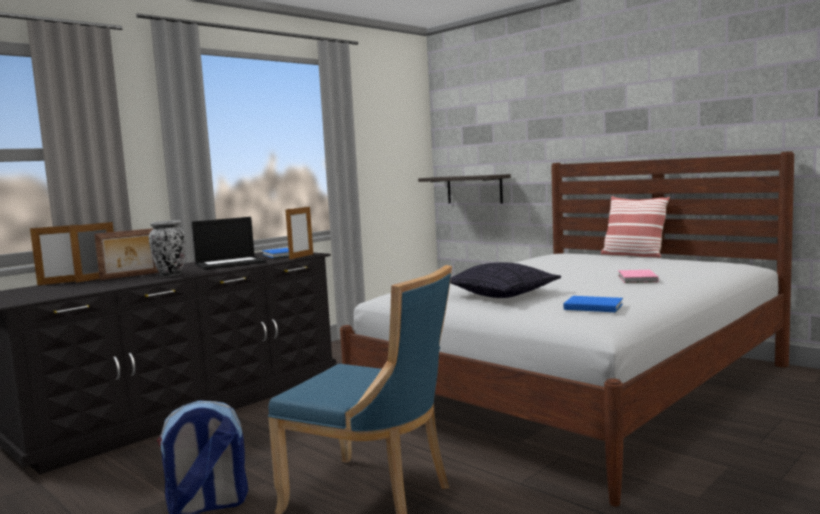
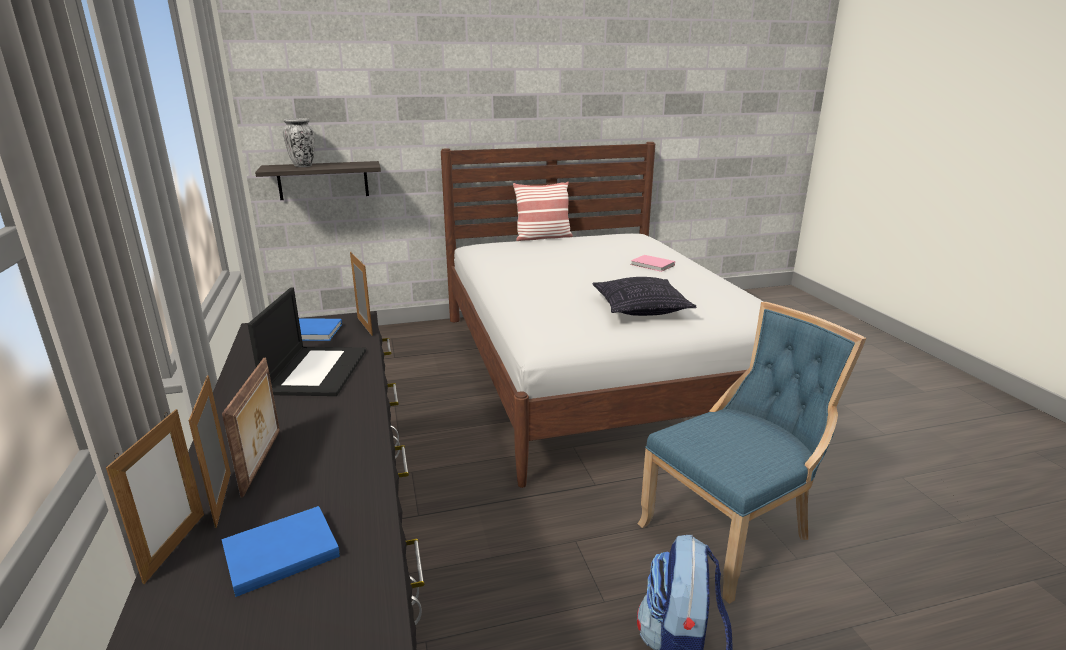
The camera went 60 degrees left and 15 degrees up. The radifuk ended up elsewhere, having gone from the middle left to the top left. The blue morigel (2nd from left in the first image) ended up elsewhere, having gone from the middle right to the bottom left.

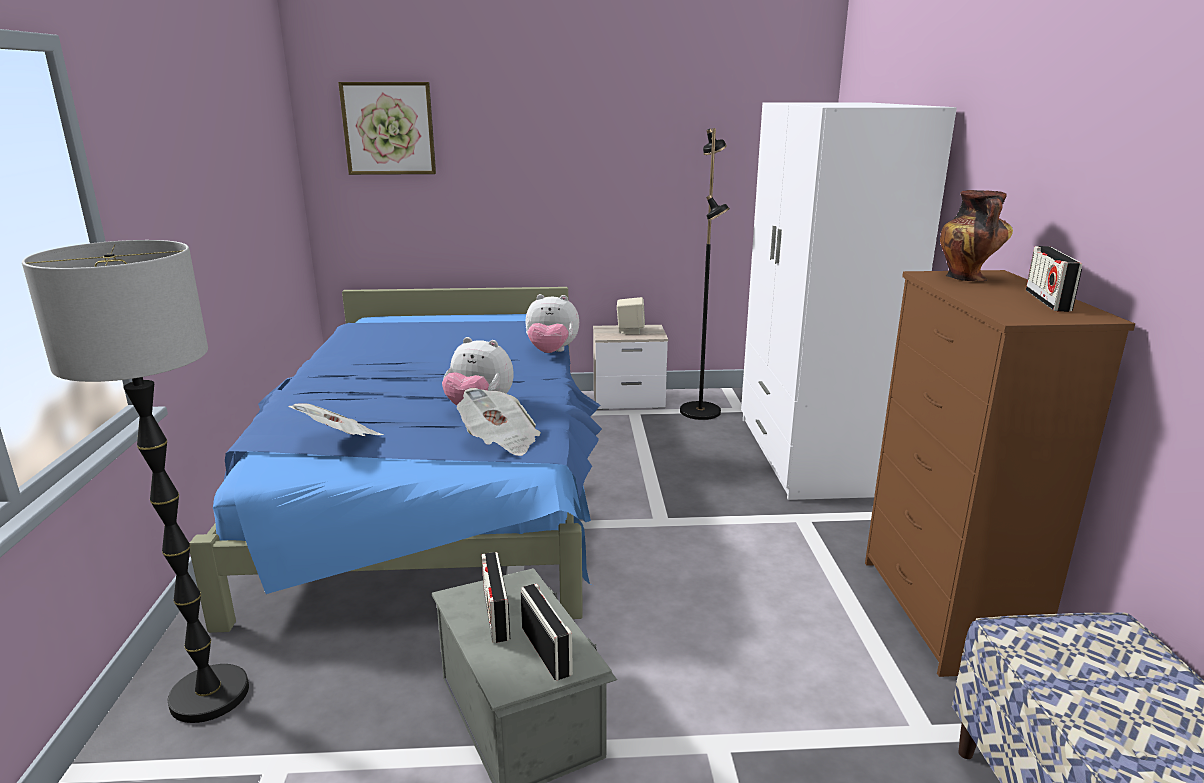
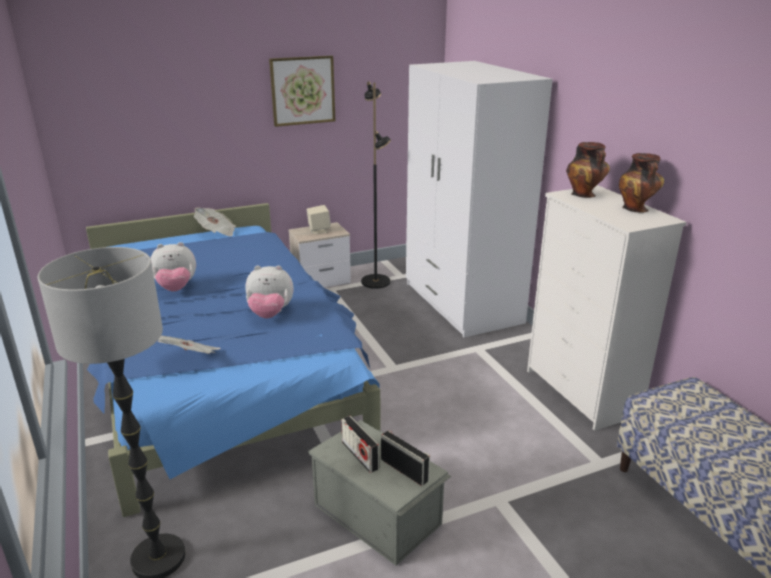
The camera went 20 degrees left and 5 degrees up. The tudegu ended up elsewhere, having gone from the top left to the top centre. The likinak (2nd from left) ended up elsewhere, having gone from the centre to the middle left. The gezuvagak (2nd from left in the first image) ended up elsewhere, having gone from the centre to the middle left. Where the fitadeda (3rd from left) stood at the middle right, the radifuk (2nd from left) came to stand at the top right. What was the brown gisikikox at the middle right turned into the white gisikikox at the middle right.

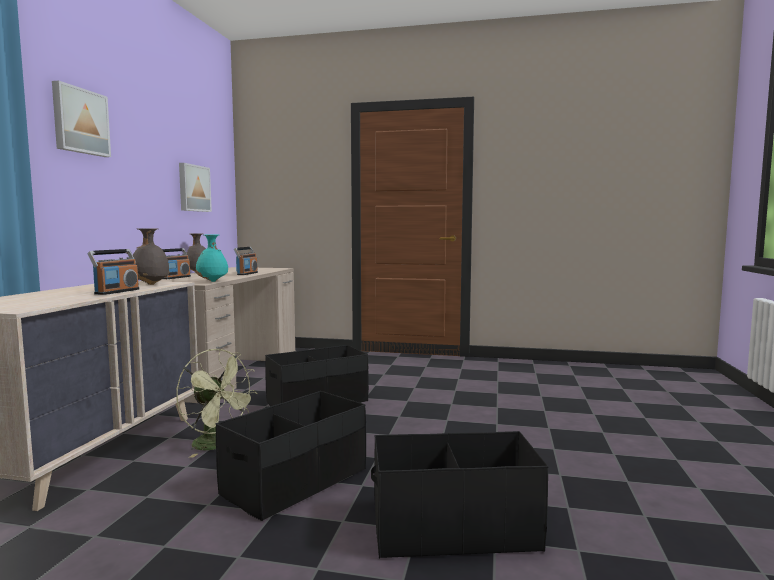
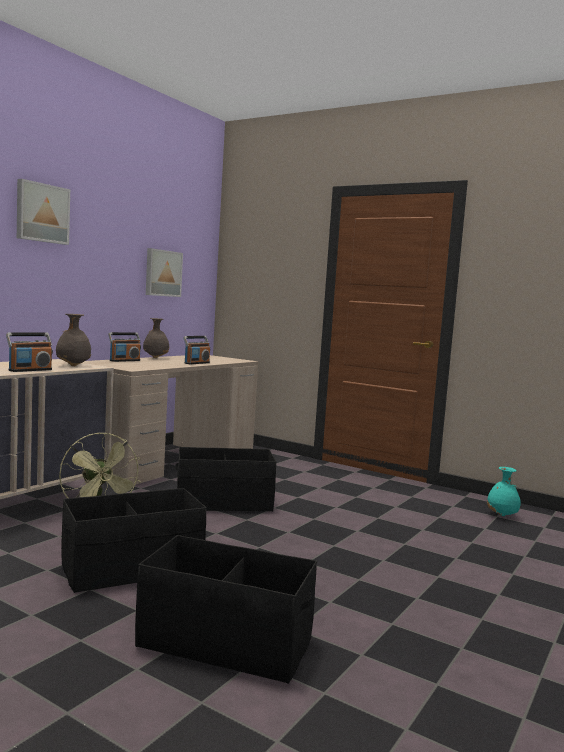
The camera went 20 degrees right and 0 degrees up. The turquoise radifuk ended up elsewhere, having gone from the middle left to the middle right.

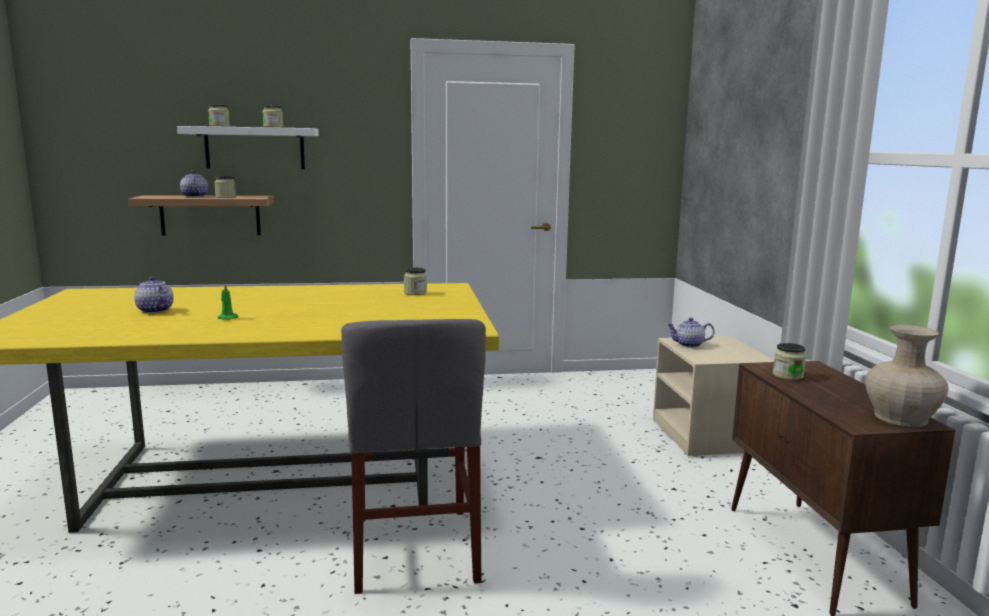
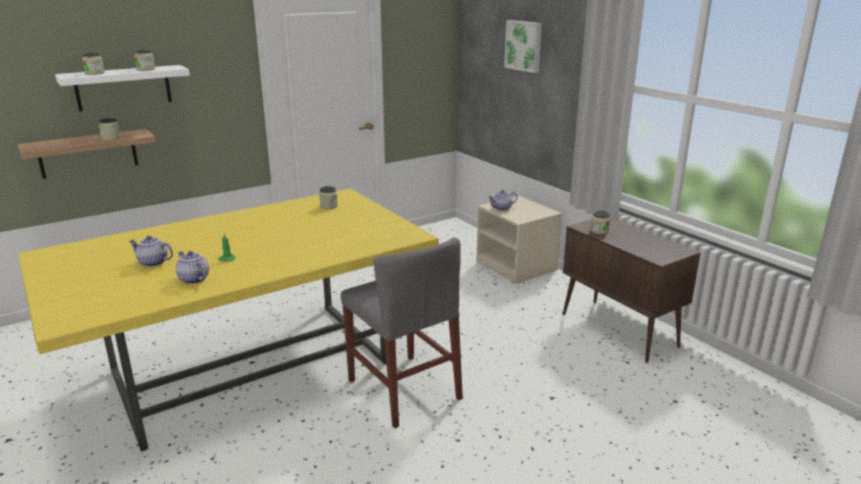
The camera went 25 degrees left and 10 degrees up. The second view lost the beige radifuk at the middle right. The second view gained the tudegu at the top centre. The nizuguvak (2nd from left) ended up elsewhere, having gone from the top left to the middle left.

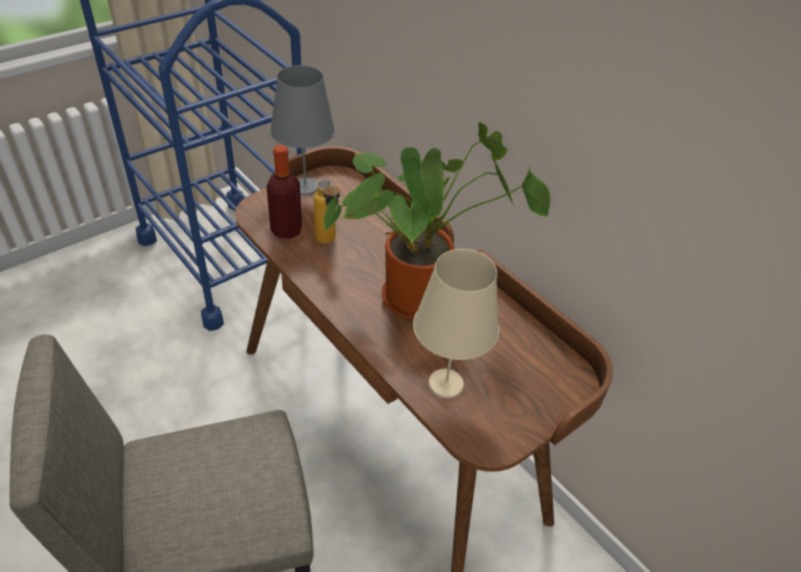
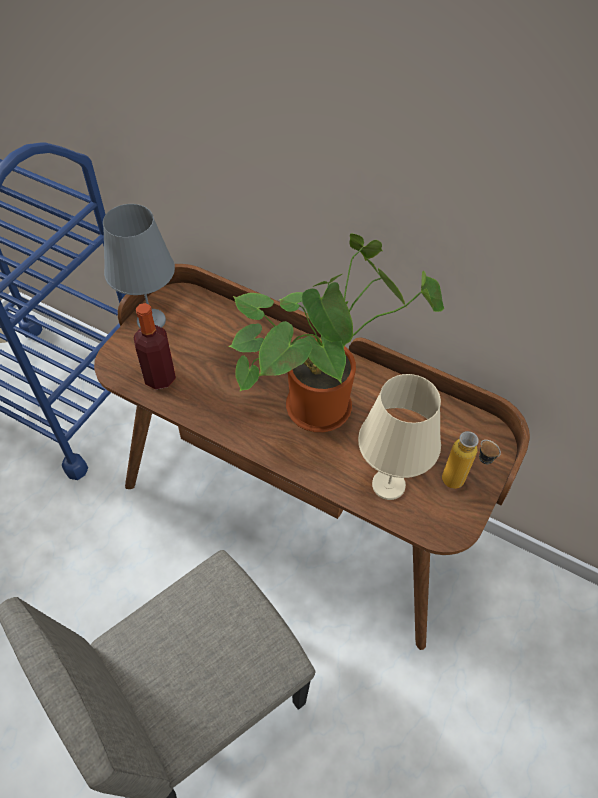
The camera went 20 degrees left and 10 degrees up. The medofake (2nd from left) ended up elsewhere, having gone from the centre to the middle right.

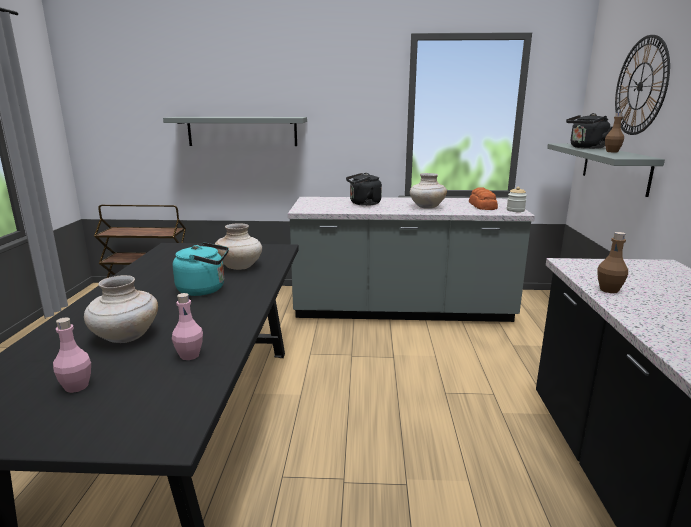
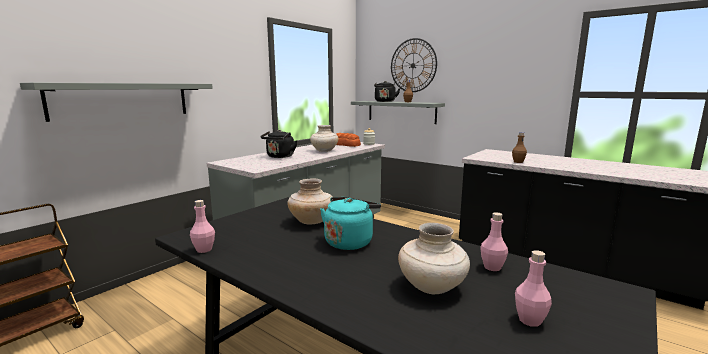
The camera went 55 degrees left and 5 degrees down. The second view gained the pink medofake (1st from left) at the middle left.

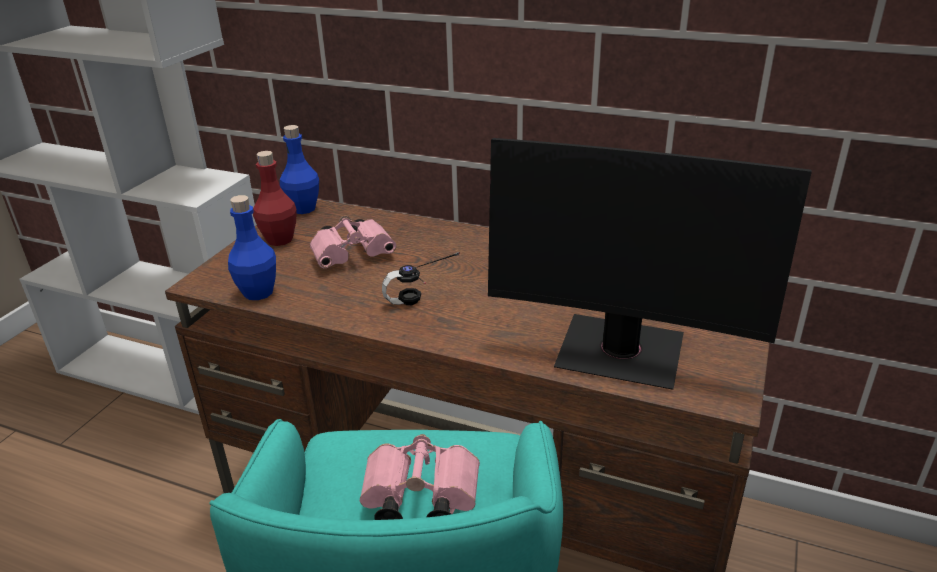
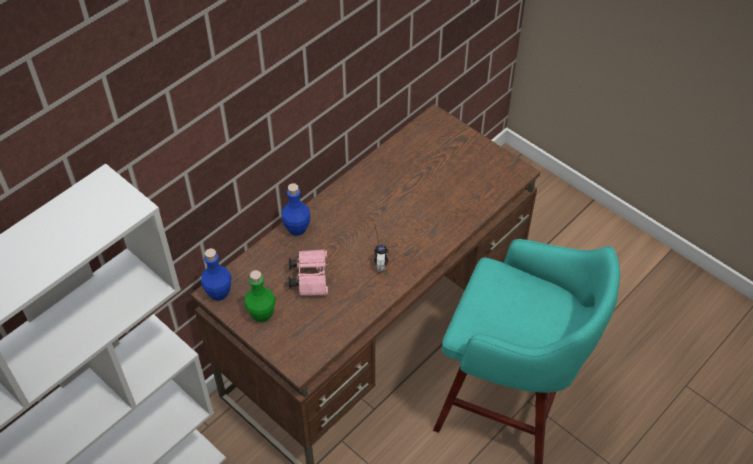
The camera went 70 degrees left and 20 degrees up. The second view lost the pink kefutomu (2nd from left) at the bottom centre. The second view lost the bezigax at the middle right. The blue medofake (1st from left in the first image) ended up elsewhere, having gone from the middle left to the centre. What was the red medofake at the middle left turned into the green medofake at the centre.

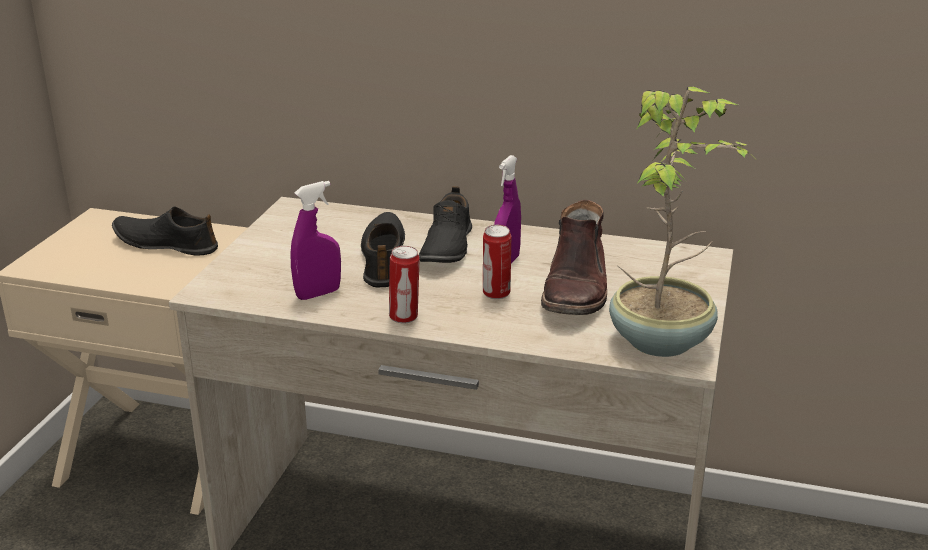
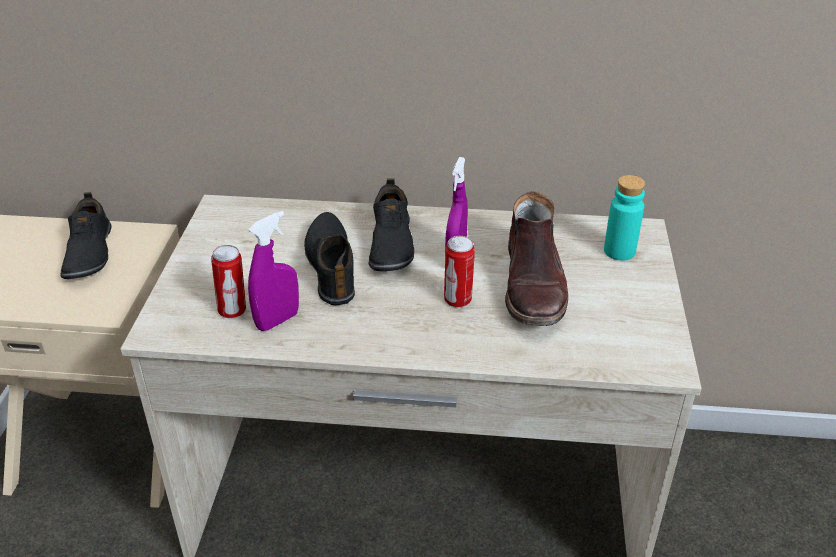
The camera went 10 degrees left and 10 degrees up. The second view lost the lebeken at the middle right. The second view gained the turquoise medofake at the middle right. The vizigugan (1st from left) ended up elsewhere, having gone from the centre to the middle left. The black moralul (1st from left) at the middle left ended up facing another way, 105 degrees counterclockwise from before.

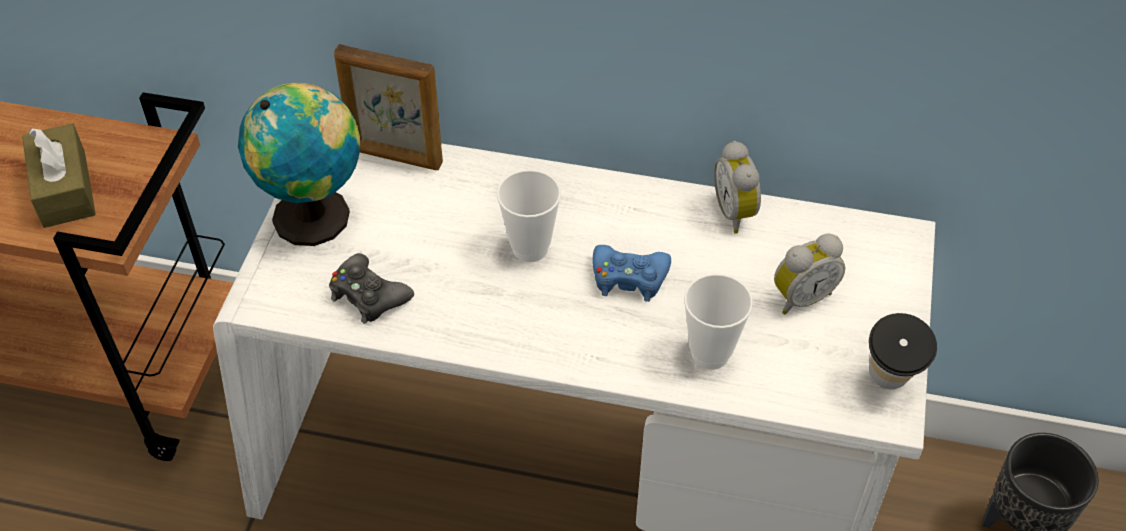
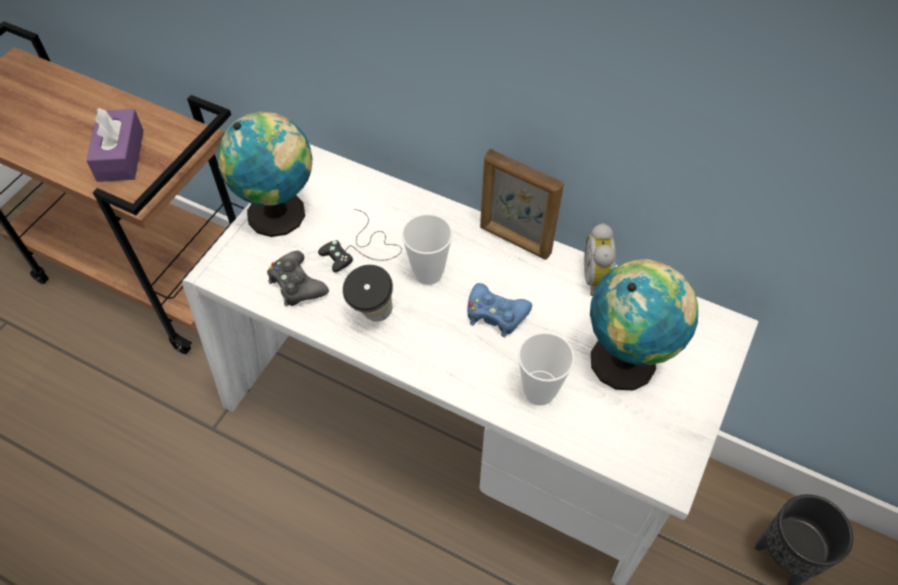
The camera went 15 degrees right and 5 degrees up. The second view gained the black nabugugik (2nd from left) at the centre. The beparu ended up elsewhere, having gone from the top centre to the centre. The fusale (3rd from left in the first image) ended up elsewhere, having gone from the middle right to the centre. Where the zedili (2nd from left) stood at the middle right, the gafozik (2nd from left) came to stand at the middle right. What was the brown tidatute at the top left turned into the purple tidatute at the top left.

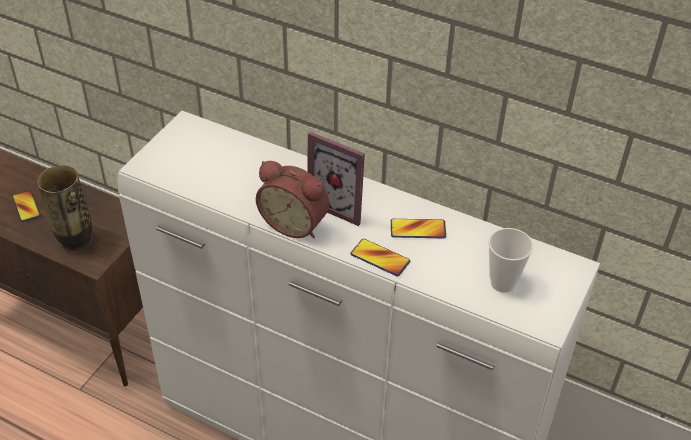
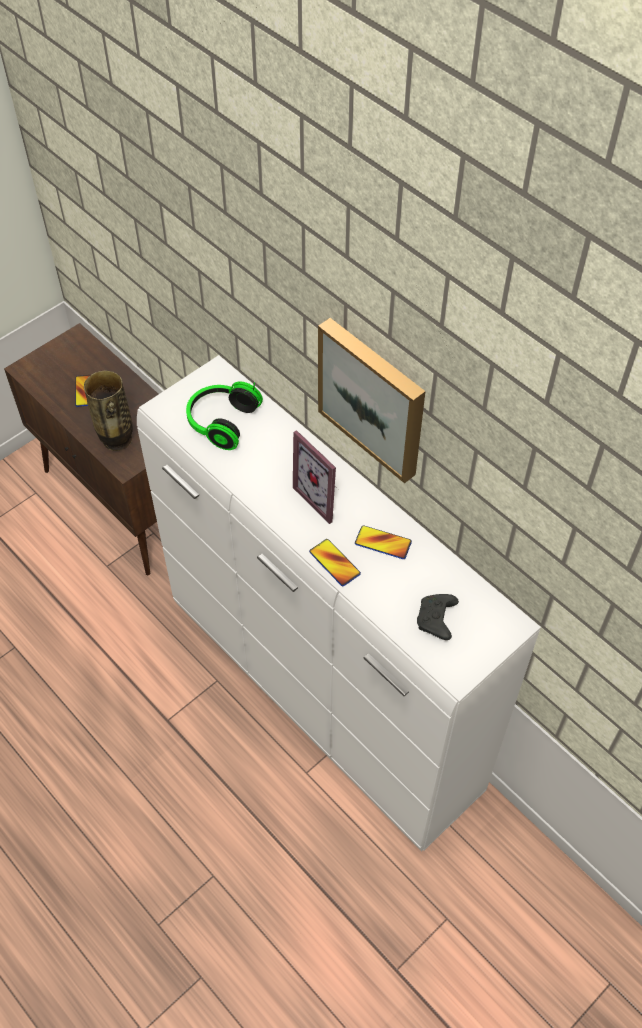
The camera went 20 degrees right and 10 degrees up. The second view lost the zedili at the centre. The second view gained the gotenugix at the centre. The second view gained the tudegu at the centre. Where the fusale stood at the middle right, the black nabugugik came to stand at the middle right.

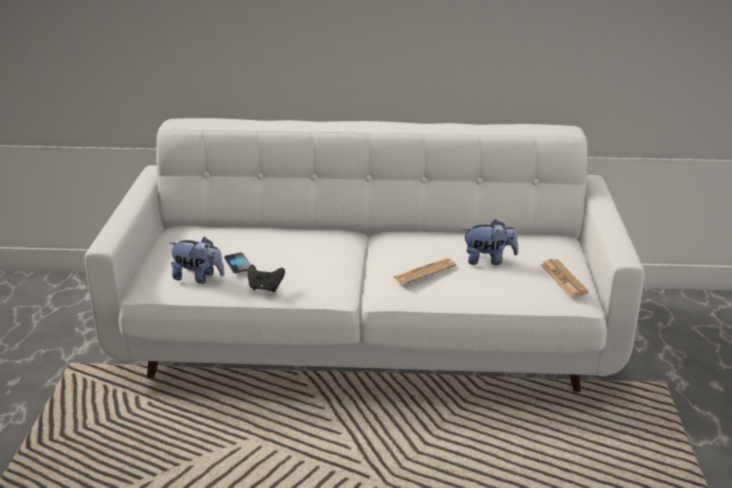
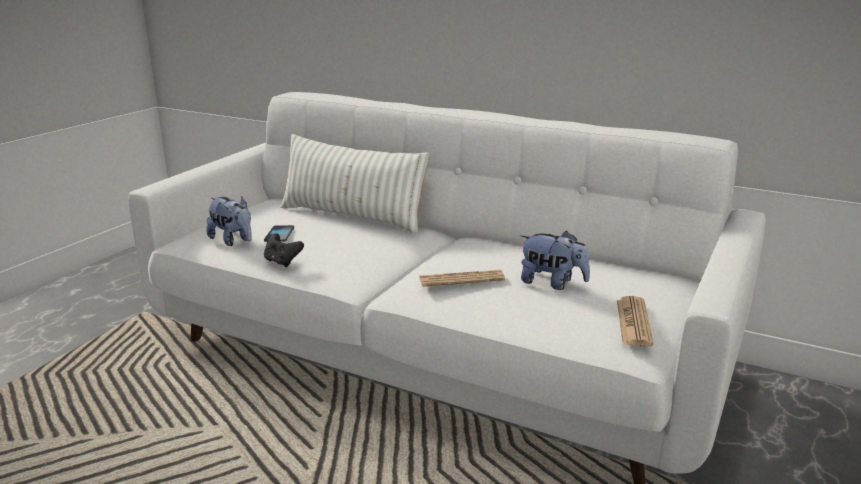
The camera went 25 degrees right and 5 degrees down. The second view gained the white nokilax at the centre.

